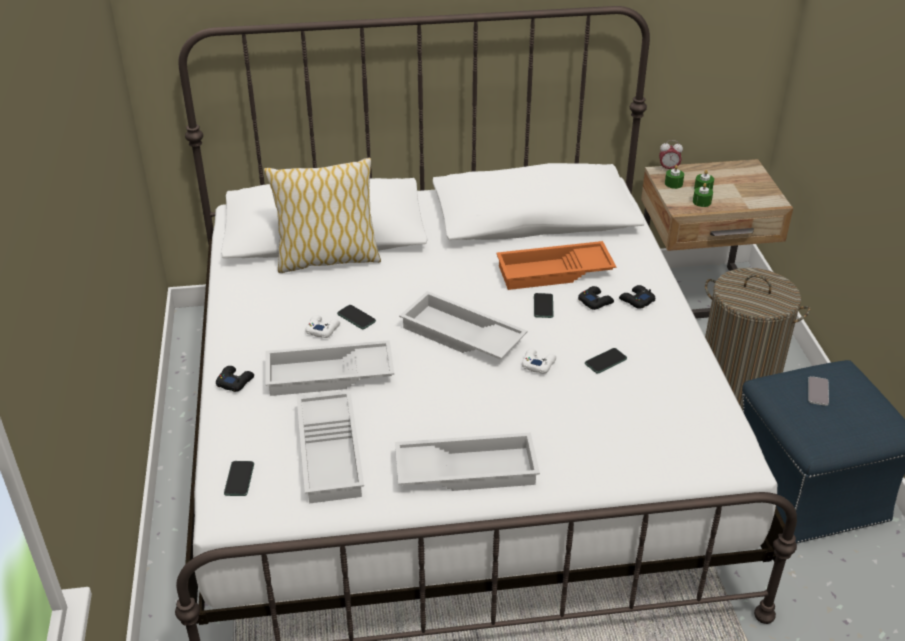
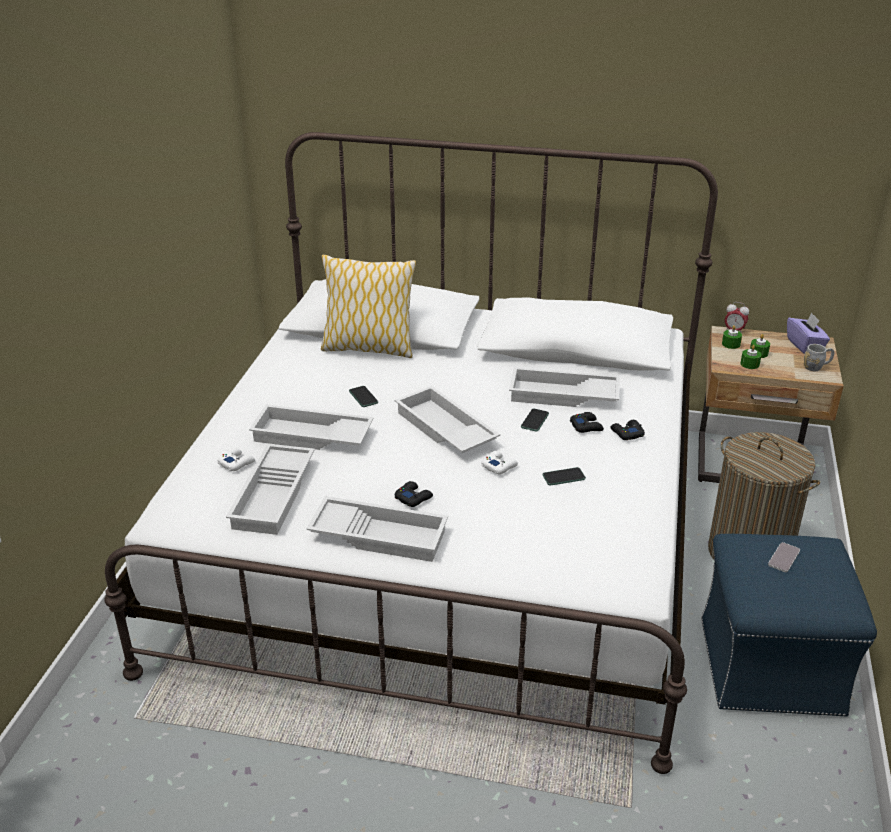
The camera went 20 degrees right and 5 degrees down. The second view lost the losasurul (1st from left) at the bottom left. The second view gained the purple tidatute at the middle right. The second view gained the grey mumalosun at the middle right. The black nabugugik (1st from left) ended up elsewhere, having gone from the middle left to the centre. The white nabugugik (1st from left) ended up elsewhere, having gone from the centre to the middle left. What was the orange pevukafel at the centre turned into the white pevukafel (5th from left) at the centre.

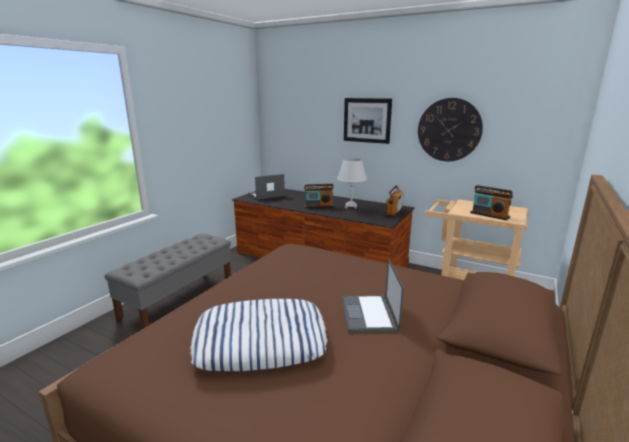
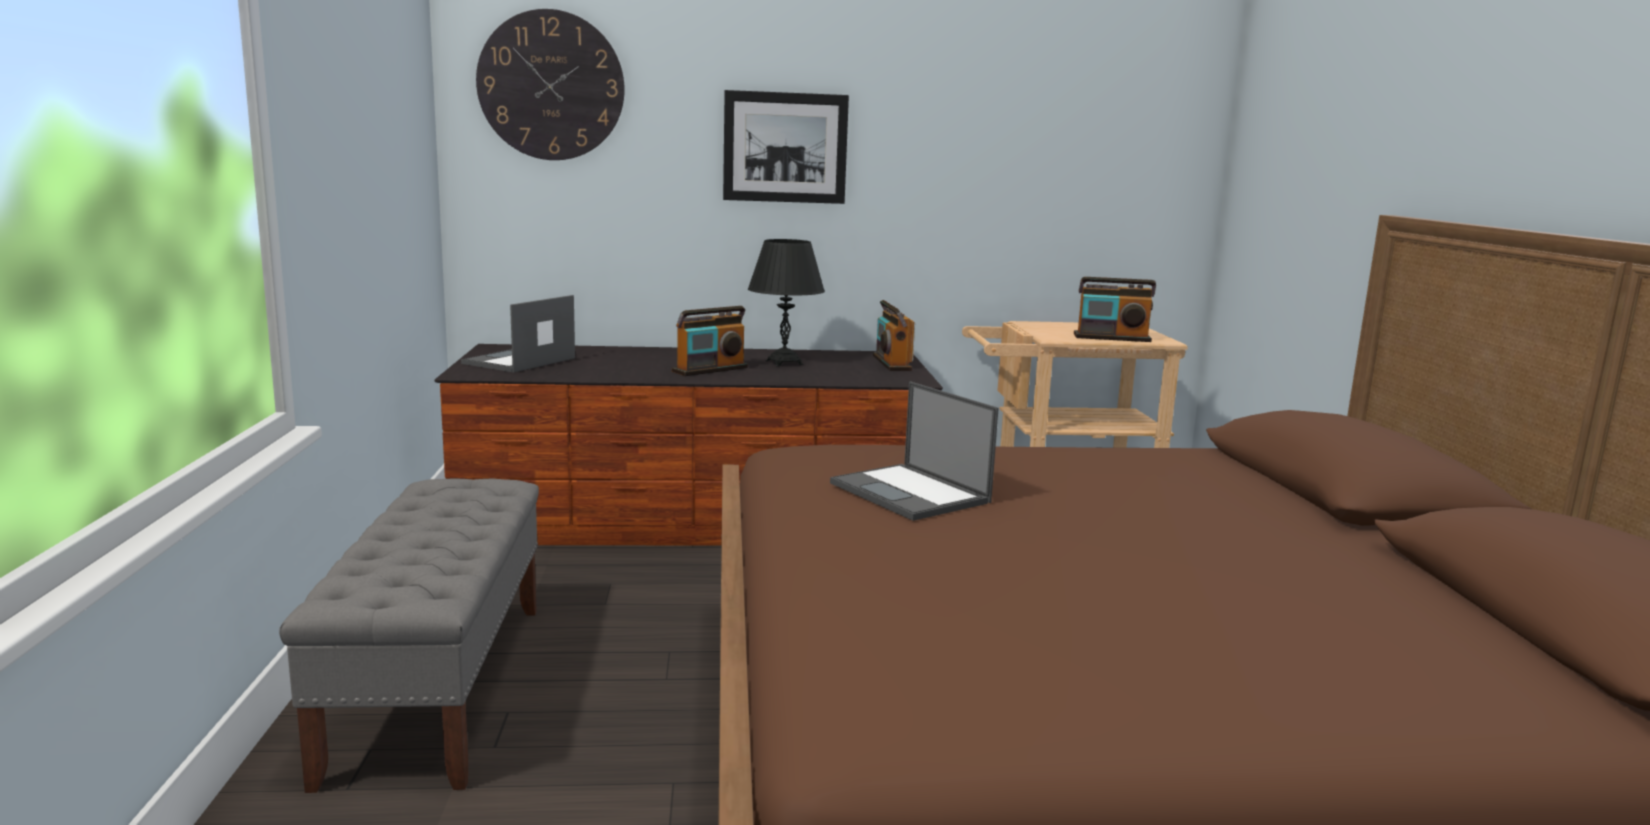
The camera went 35 degrees left and 5 degrees down. The second view lost the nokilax at the bottom centre. The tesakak (2nd from left) ended up elsewhere, having gone from the bottom centre to the centre. The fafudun ended up elsewhere, having gone from the top right to the top centre. What was the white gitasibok at the centre turned into the black gitasibok at the centre.

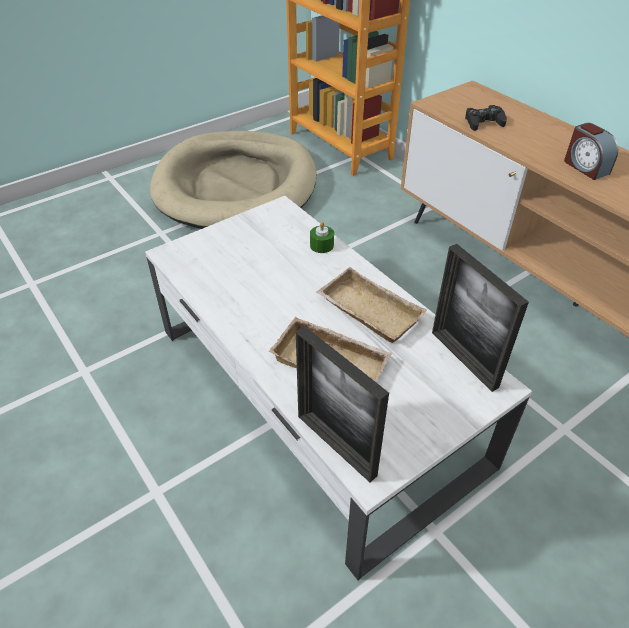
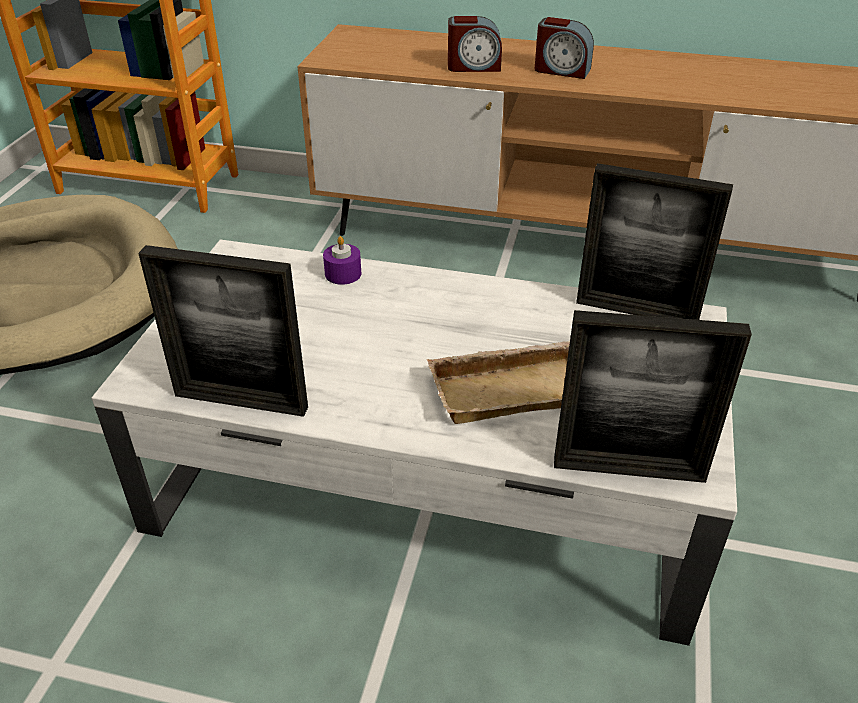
The camera went 40 degrees left and 5 degrees down. The second view lost the beige pevukafel (2nd from left) at the centre. The second view lost the black nabugugik at the top right. The second view gained the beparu (1st from left) at the middle left. The second view gained the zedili (1st from left) at the top centre. What was the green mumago at the centre turned into the purple mumago at the centre.

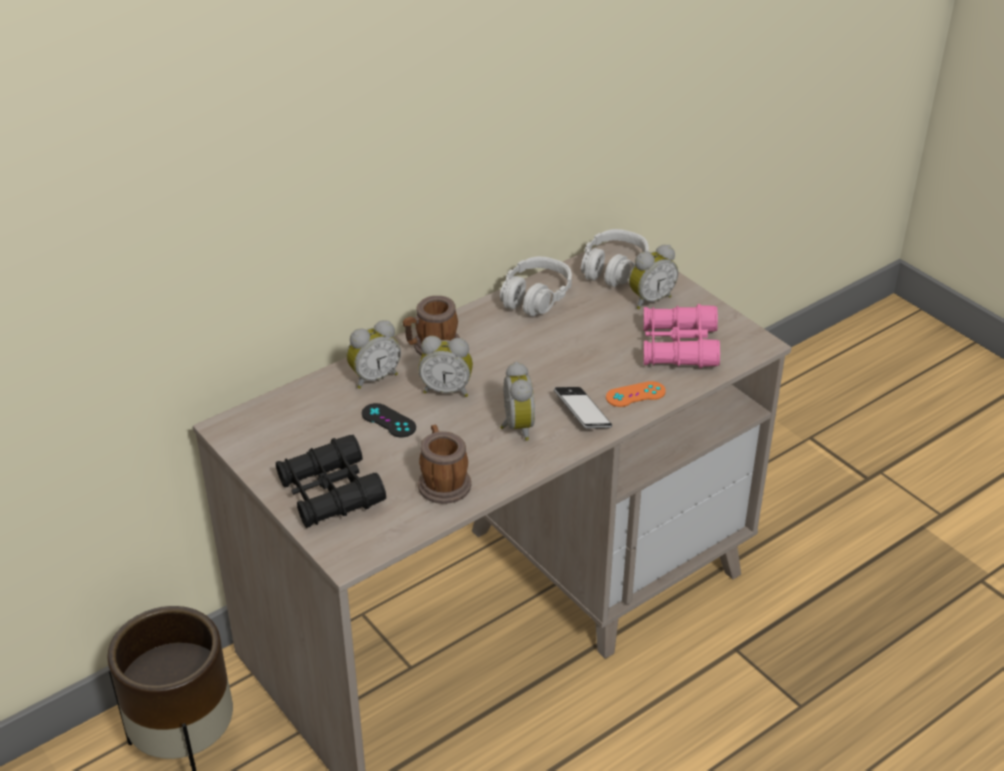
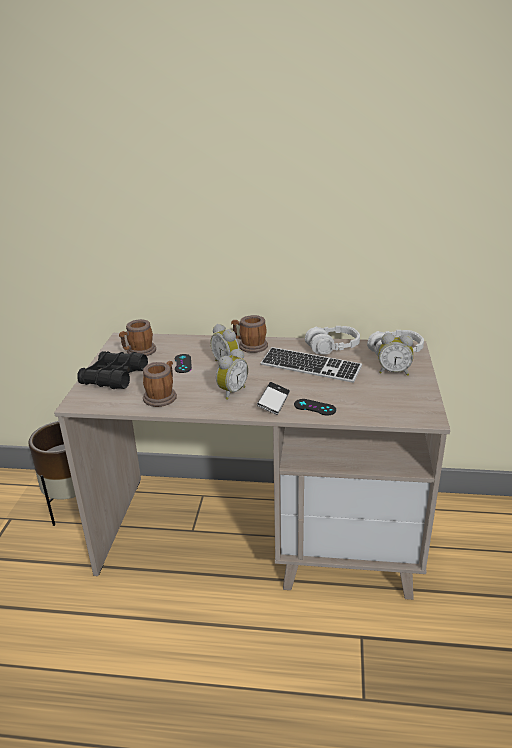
The camera went 45 degrees right and 10 degrees down. The second view lost the zedili (1st from left) at the centre. The second view lost the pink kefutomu at the middle right. The second view gained the mumalosun (1st from left) at the middle left. The second view gained the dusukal at the centre. What was the orange nabugugik at the centre turned into the black nabugugik (2nd from left) at the centre.

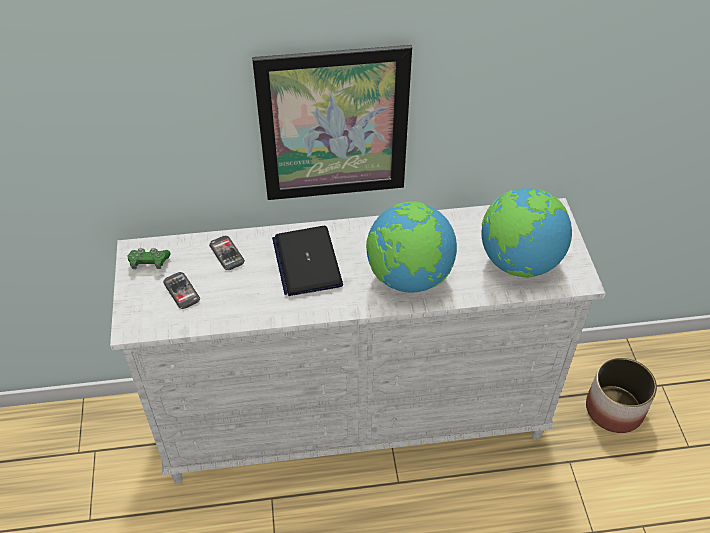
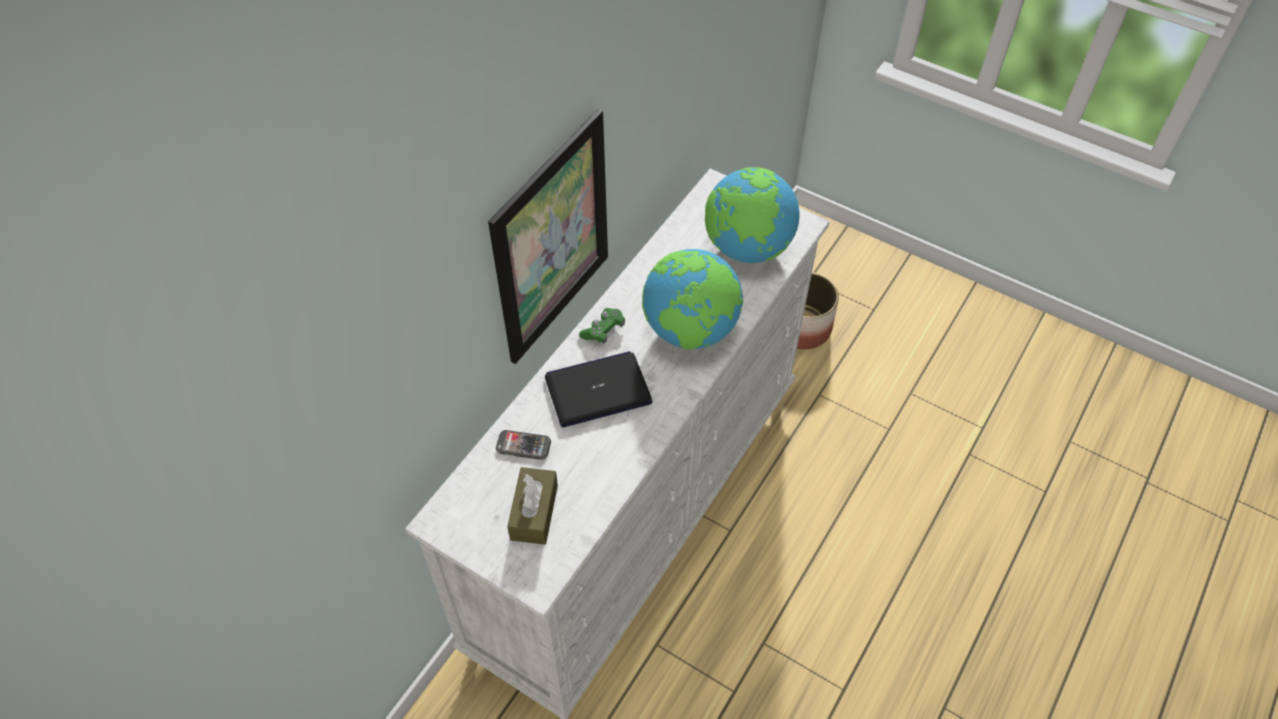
The camera went 50 degrees left and 5 degrees up. The green nabugugik ended up elsewhere, having gone from the middle left to the centre. Where the losasurul (1st from left) stood at the middle left, the brown tidatute came to stand at the bottom centre. The tesakak at the centre ended up facing another way, 135 degrees clockwise from before.

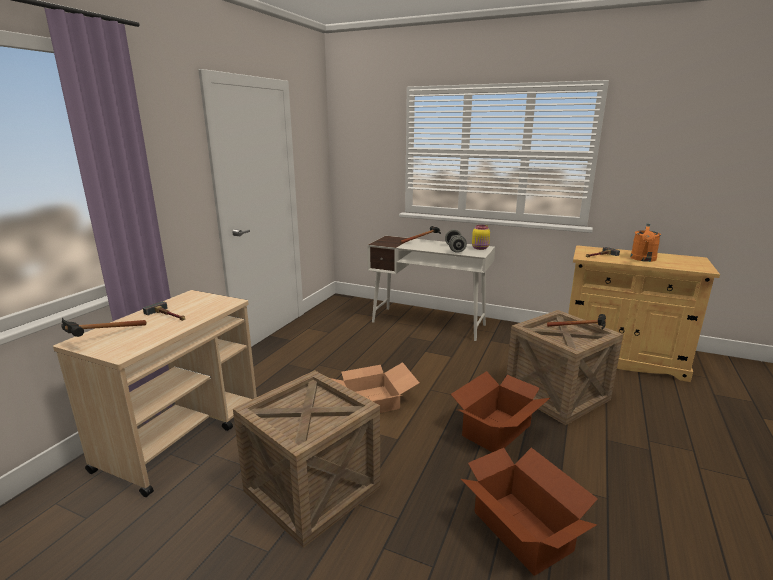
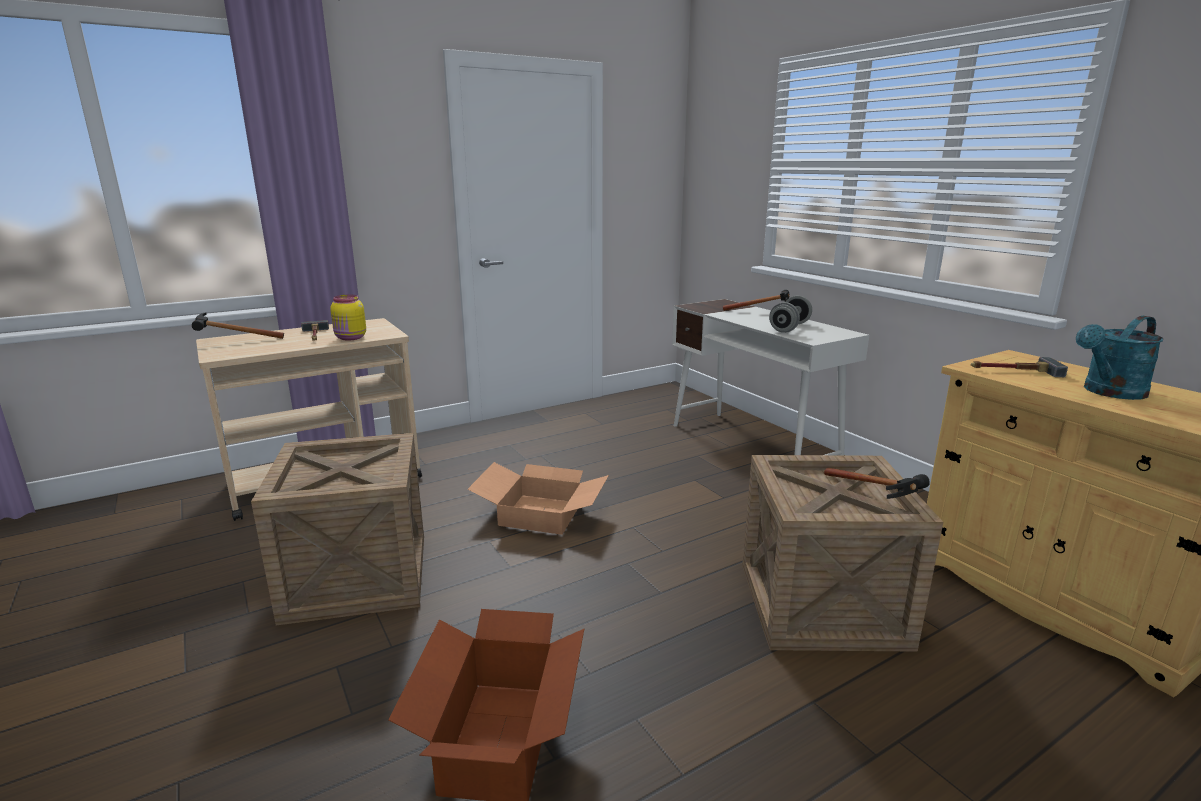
The camera went 35 degrees right and 0 degrees up. The second view lost the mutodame (2nd from left) at the bottom centre. The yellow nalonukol ended up elsewhere, having gone from the centre to the middle left. What was the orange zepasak at the middle right turned into the turquoise zepasak at the middle right.

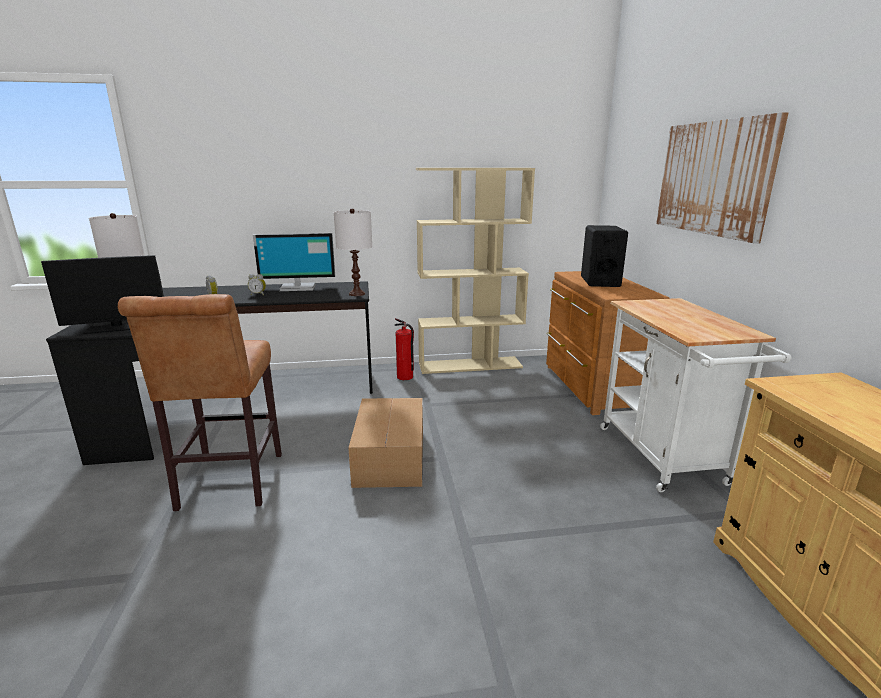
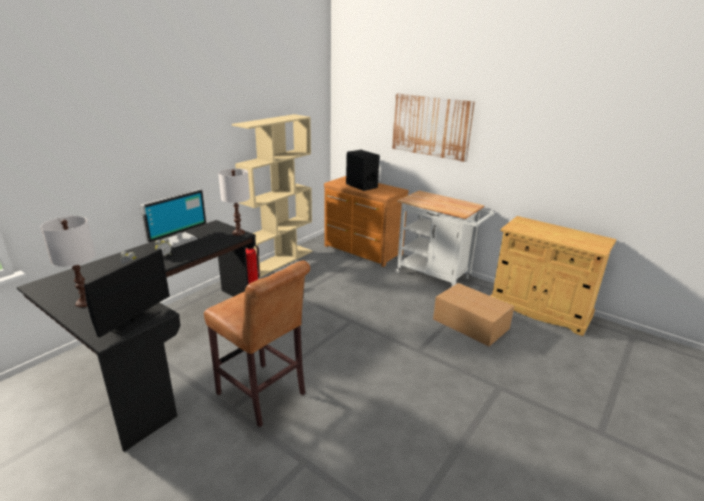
The camera went 45 degrees left and 5 degrees up. The mutodame ended up elsewhere, having gone from the centre to the middle right.

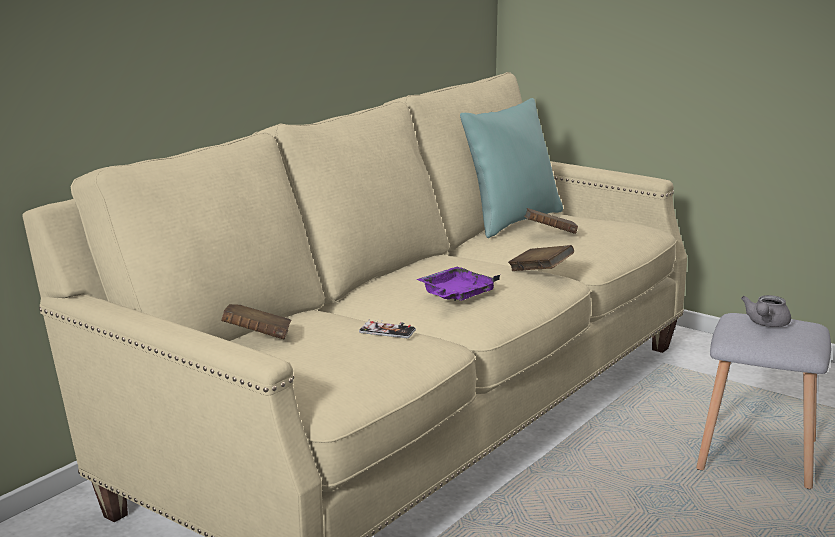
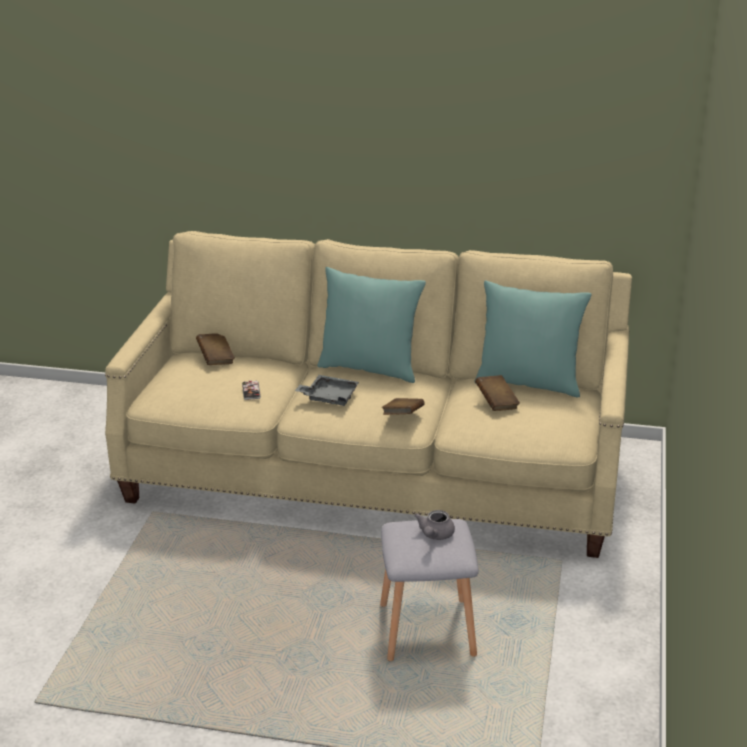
The camera went 65 degrees right and 10 degrees up. The second view gained the turquoise nokilax (1st from left) at the centre. What was the purple pevukafel at the centre turned into the grey pevukafel at the centre. The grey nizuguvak at the middle right ended up facing another way, 75 degrees counterclockwise from before.

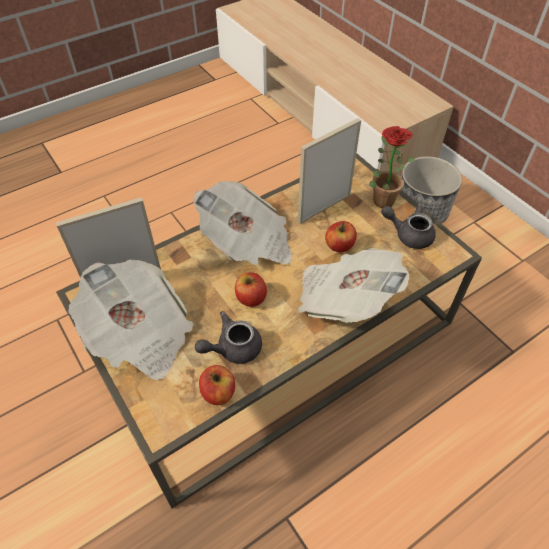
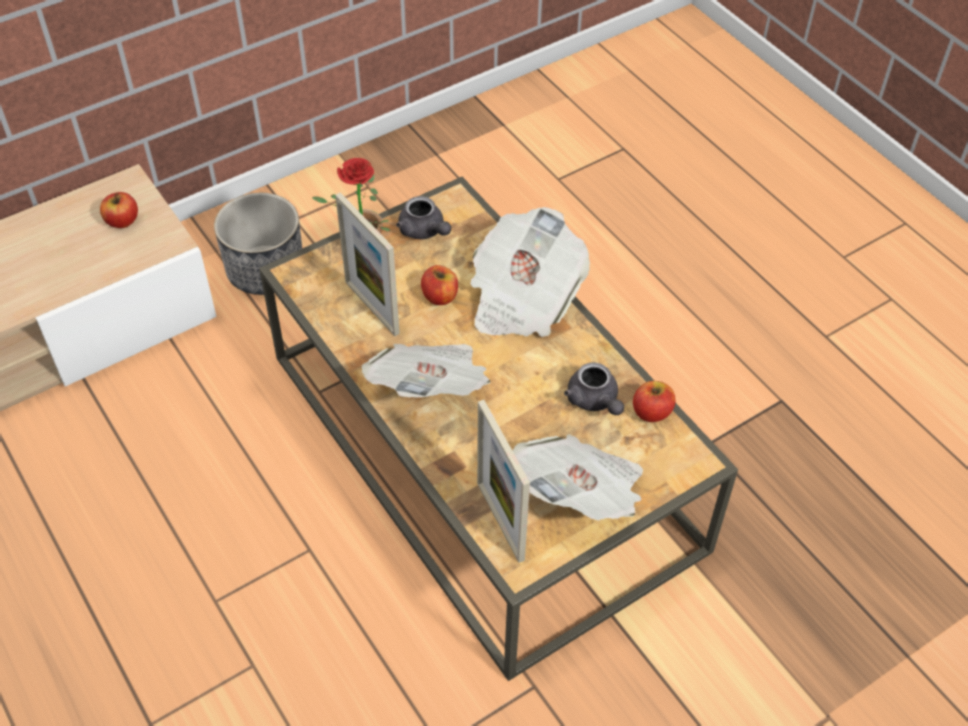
The camera went 90 degrees left and 0 degrees up. The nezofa (2nd from left in the first image) ended up elsewhere, having gone from the centre to the top left. The grey nizuguvak (2nd from left in the first image) at the middle right ended up facing another way, 60 degrees counterclockwise from before.

